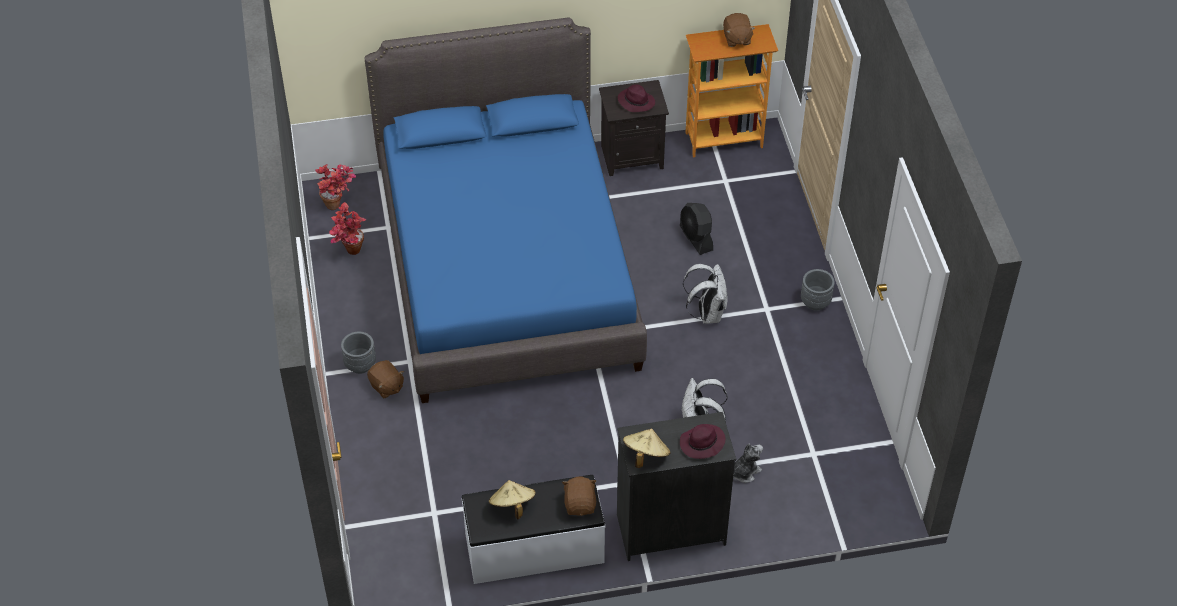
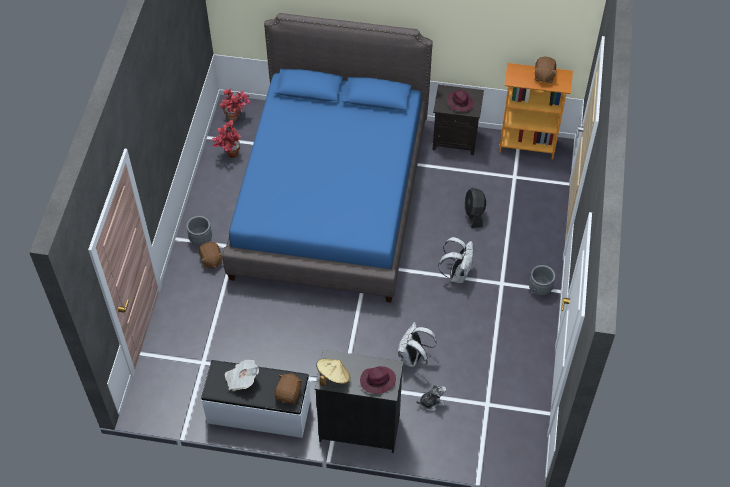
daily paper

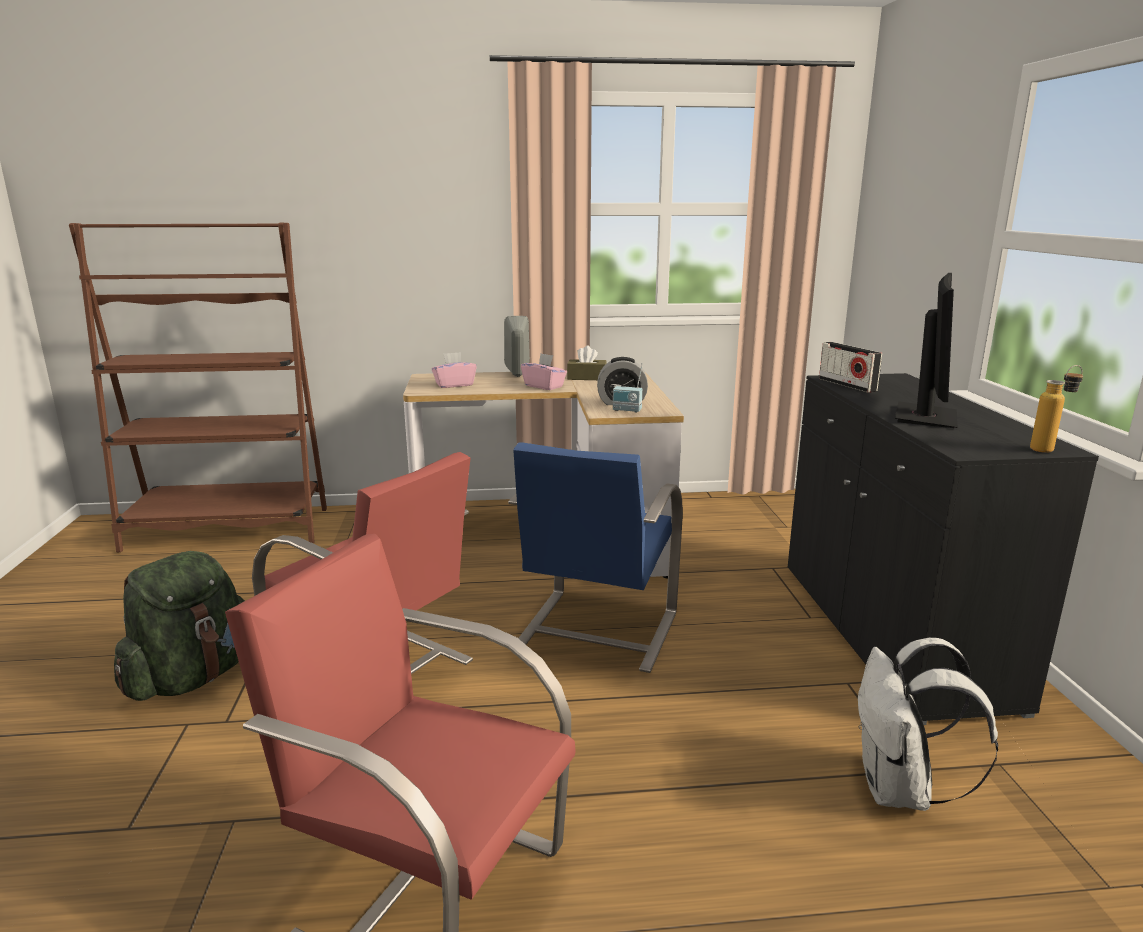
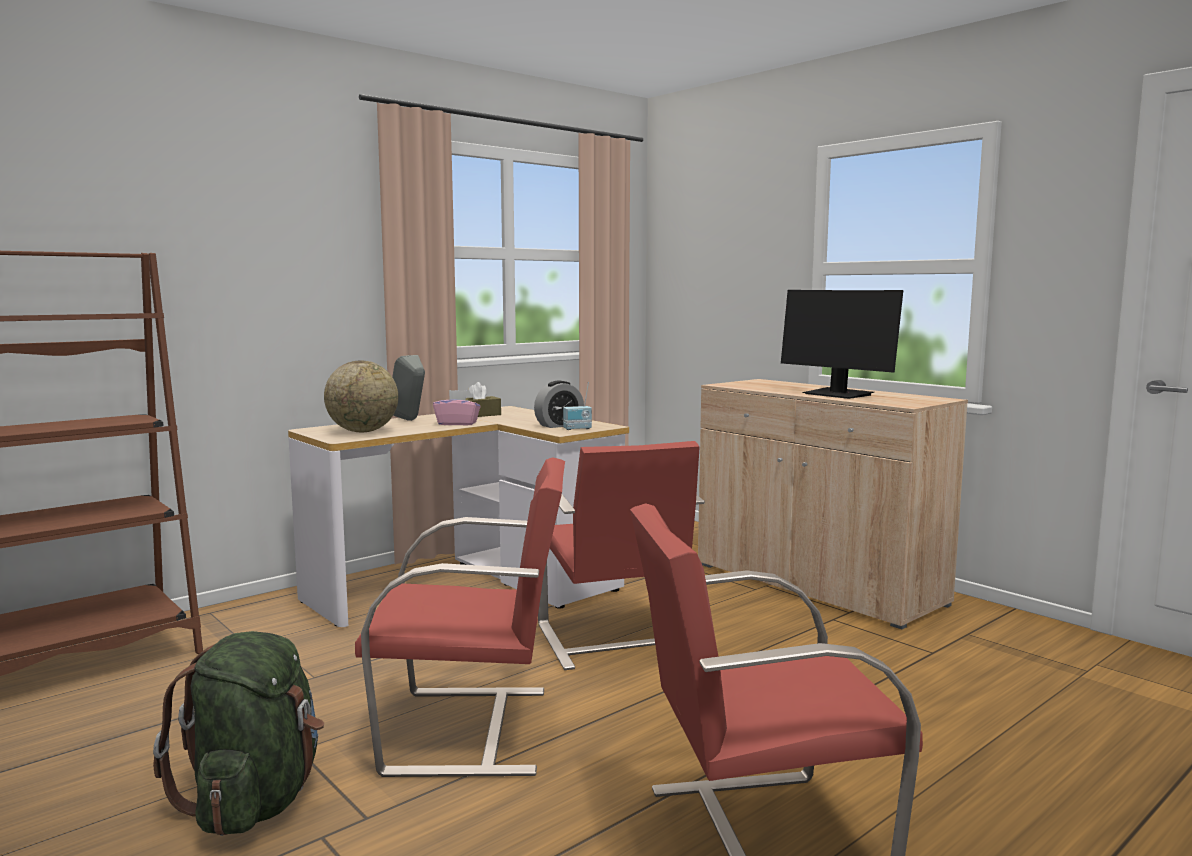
monitor
radio set (2nd from left in the first image)
desk globe
bottle
cupboard (beige-coloured)
chair (reddish) (2nd from left)
backpack (white)

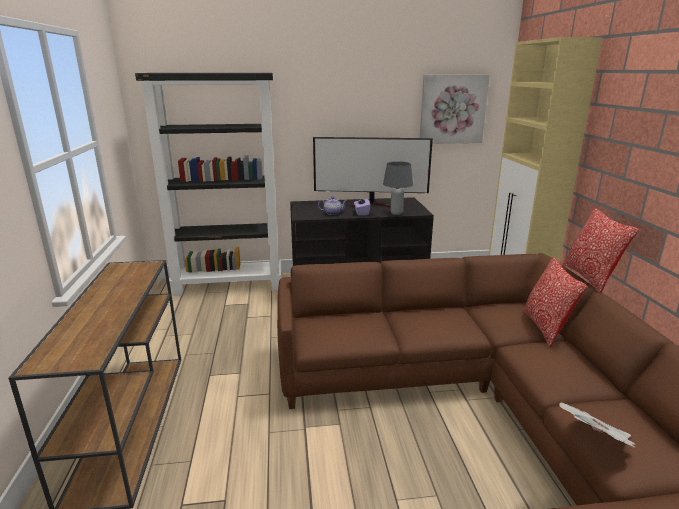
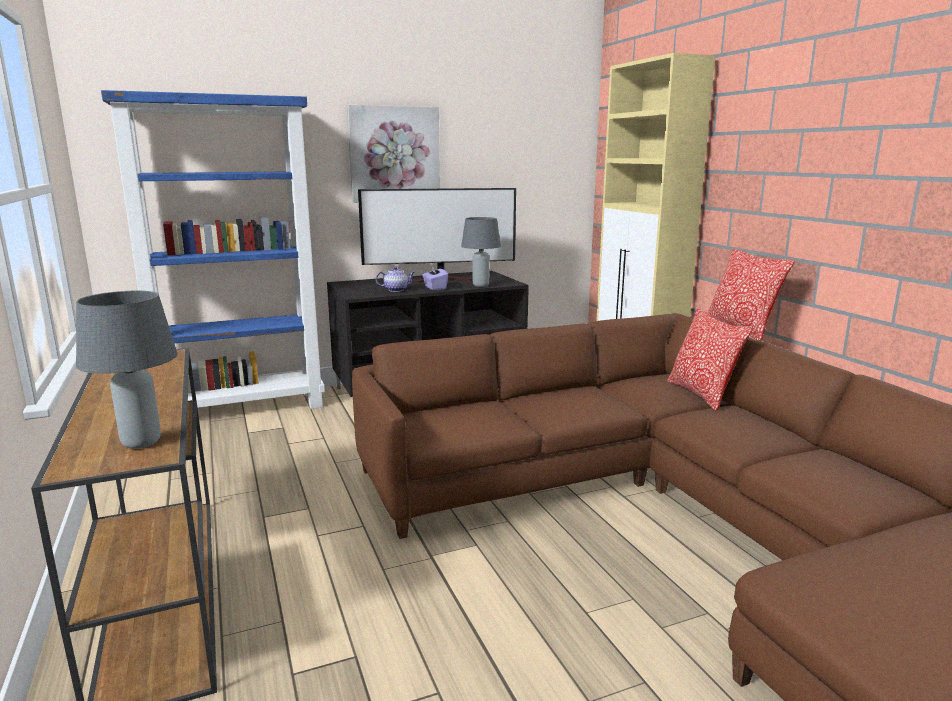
bookshelf (blue-coloured)
picture
daily paper
tabletop lamp (grey) (1st from left)

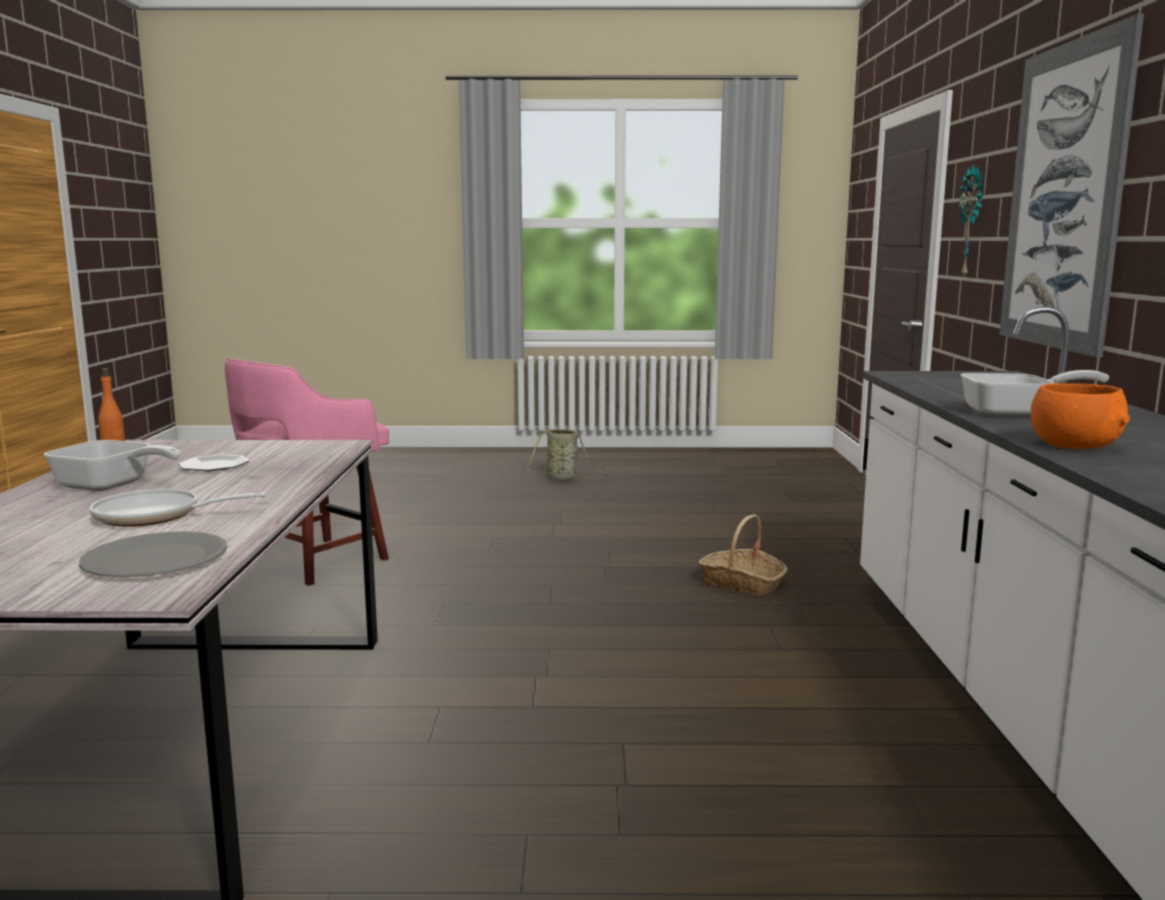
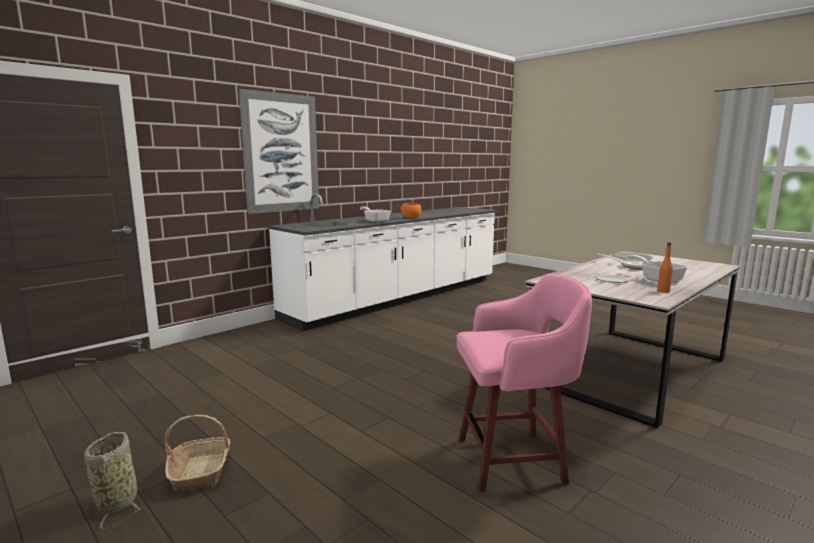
wall clock
household basket (2nd from left)

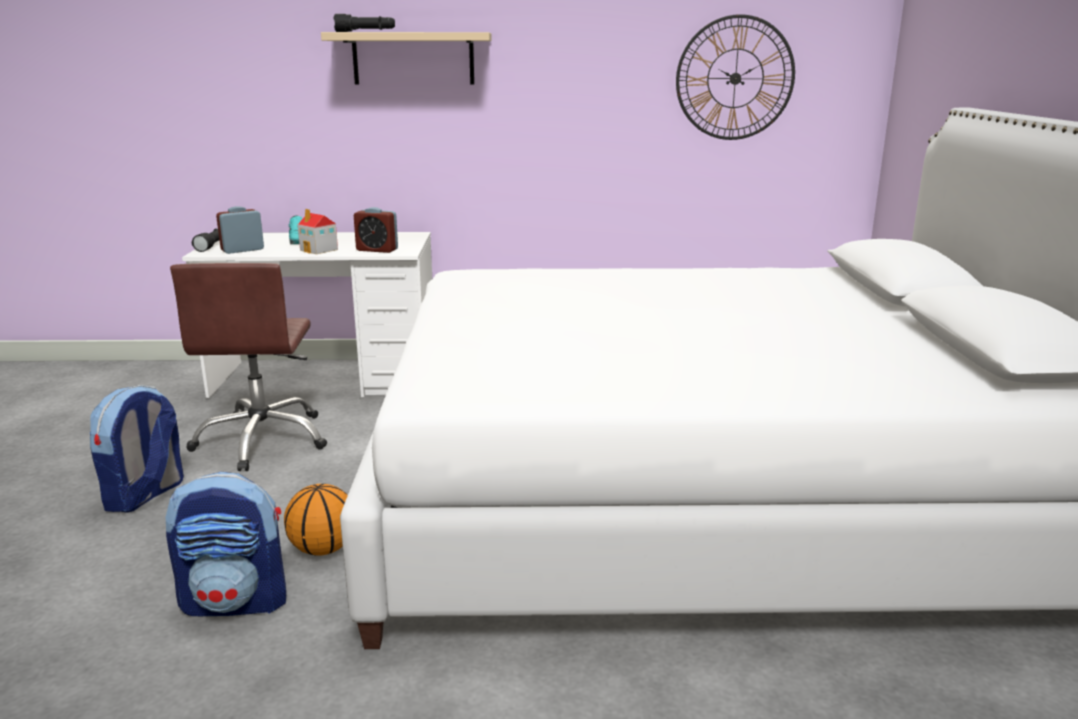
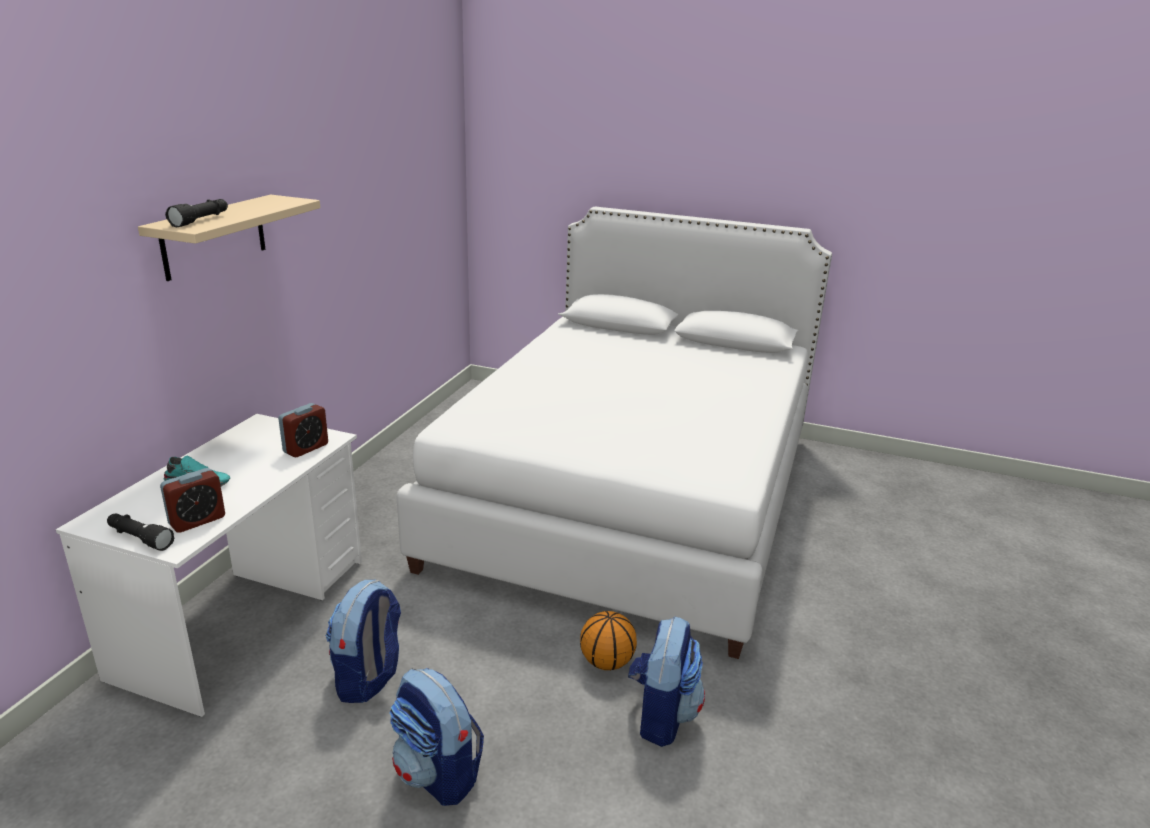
wall clock
bedside clock (1st from left)
toy house
backpack (1st from left)

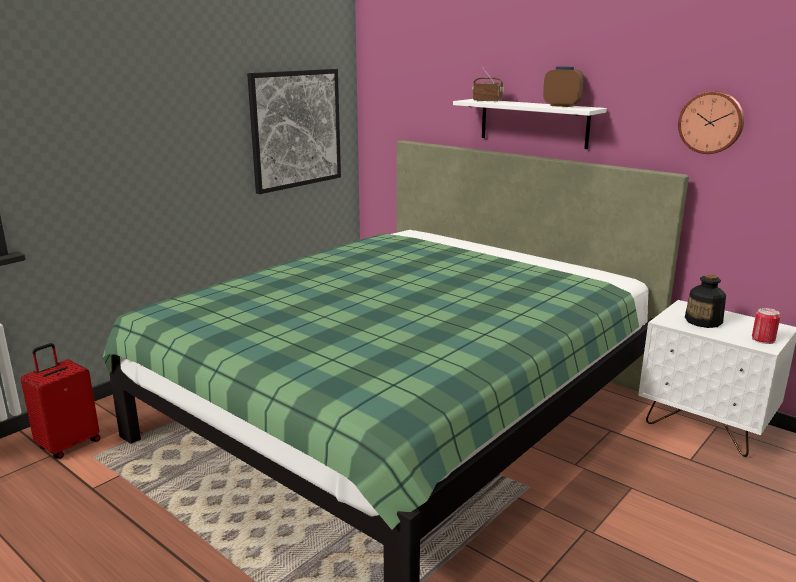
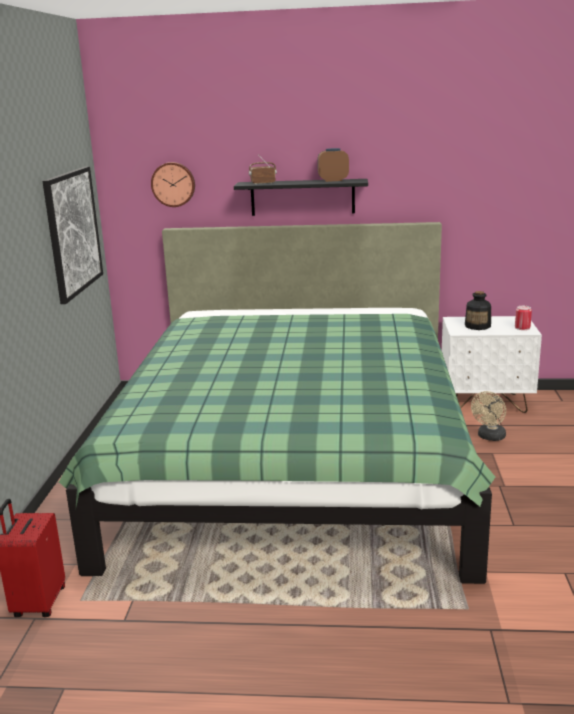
wall clock
wall shelf (blackish)
fan (beige-coloured)

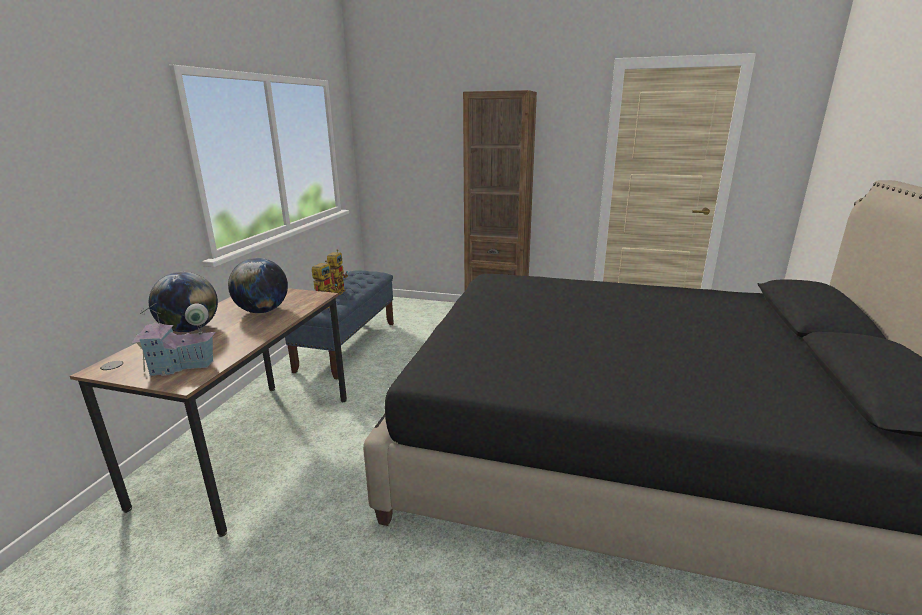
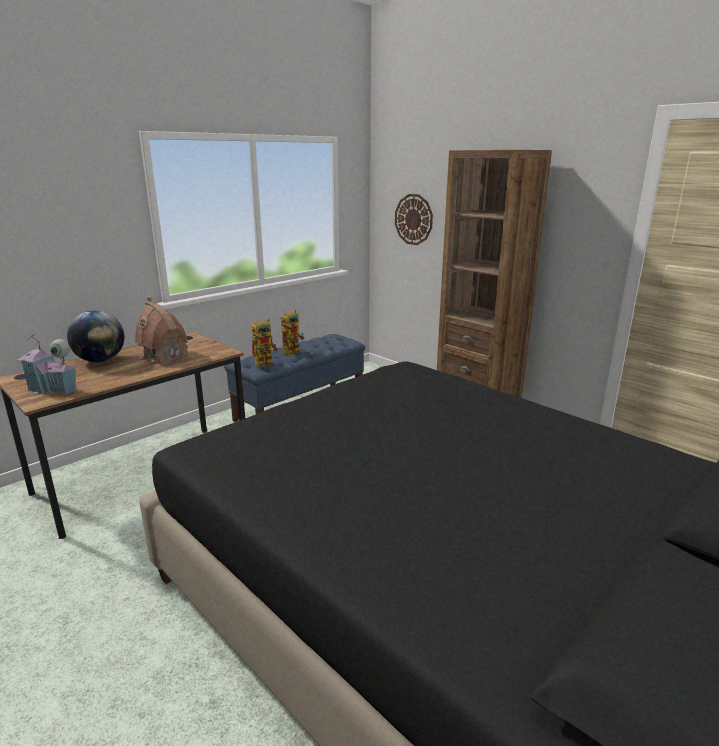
toy house (2nd from left)
wall clock

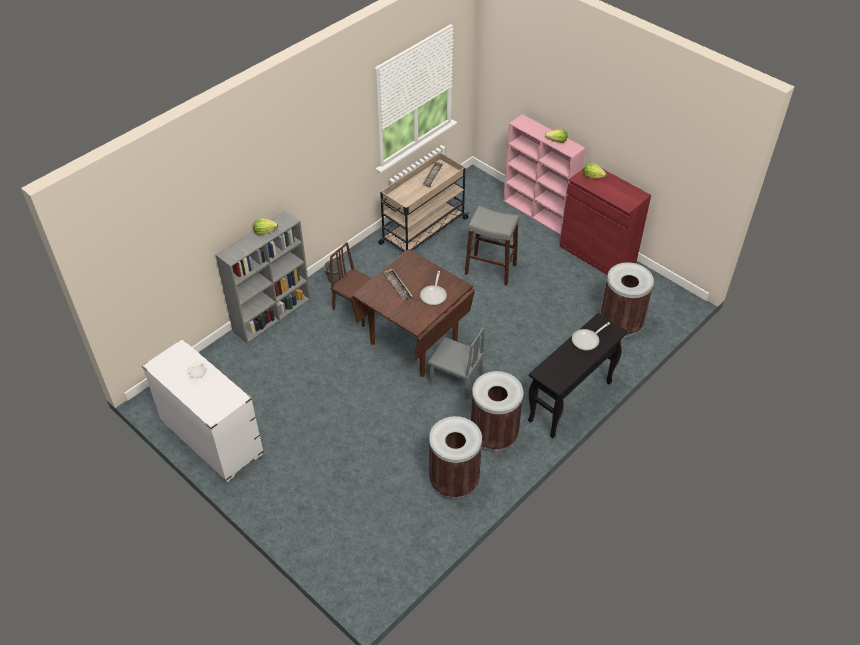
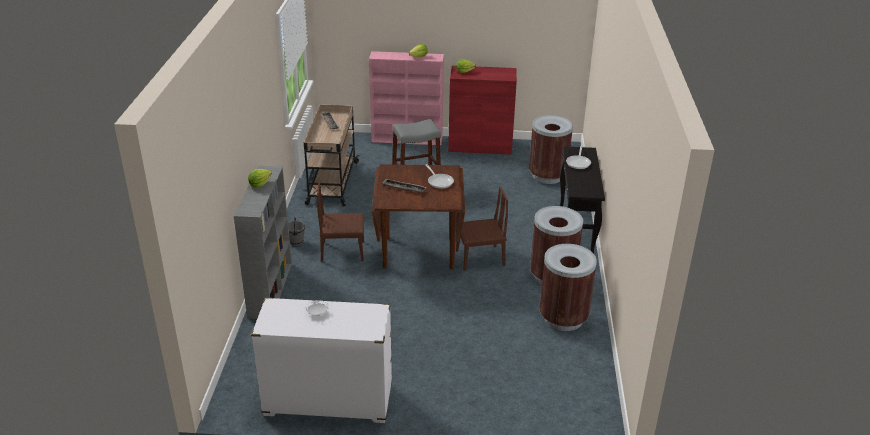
chair (brown) (2nd from left)

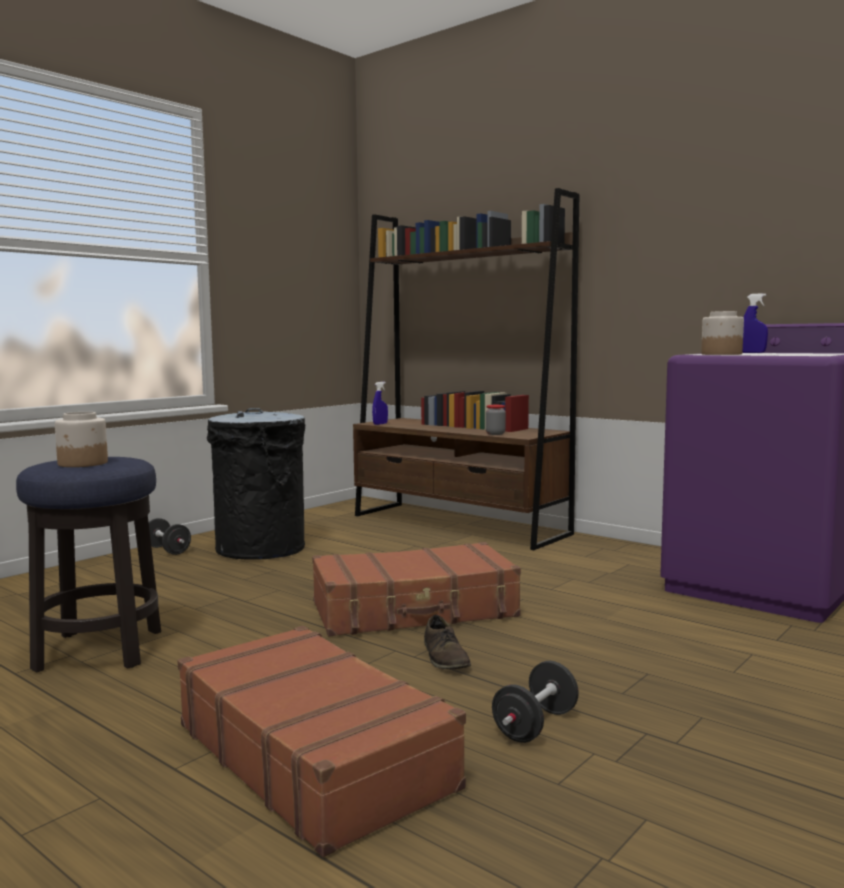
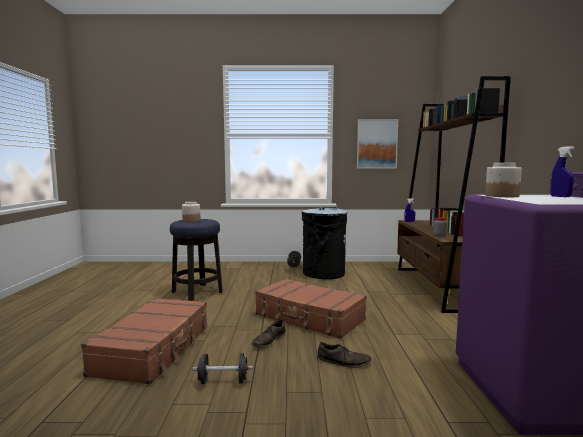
picture
shoe (brown) (2nd from left)

